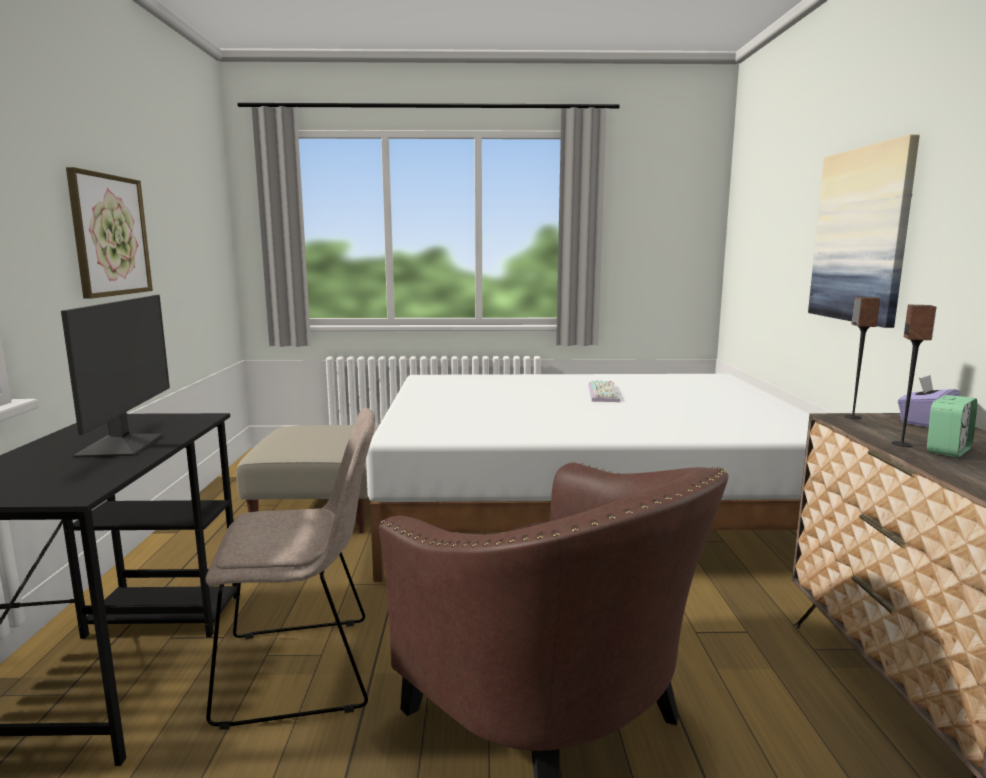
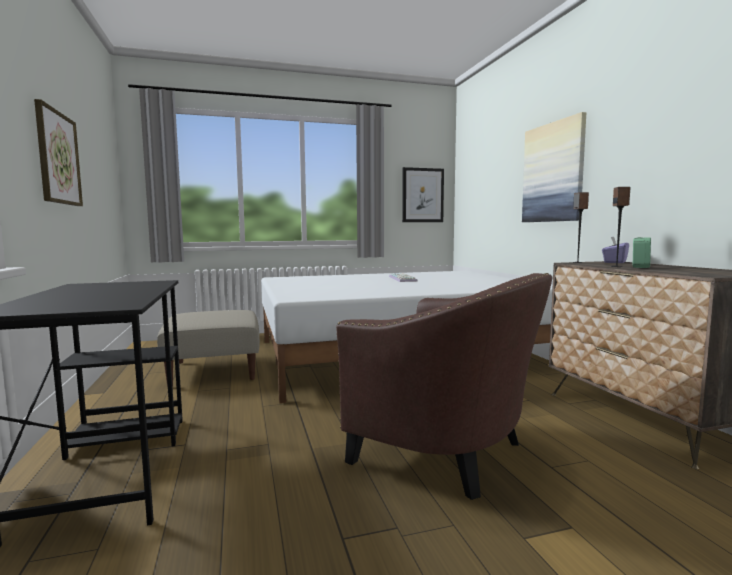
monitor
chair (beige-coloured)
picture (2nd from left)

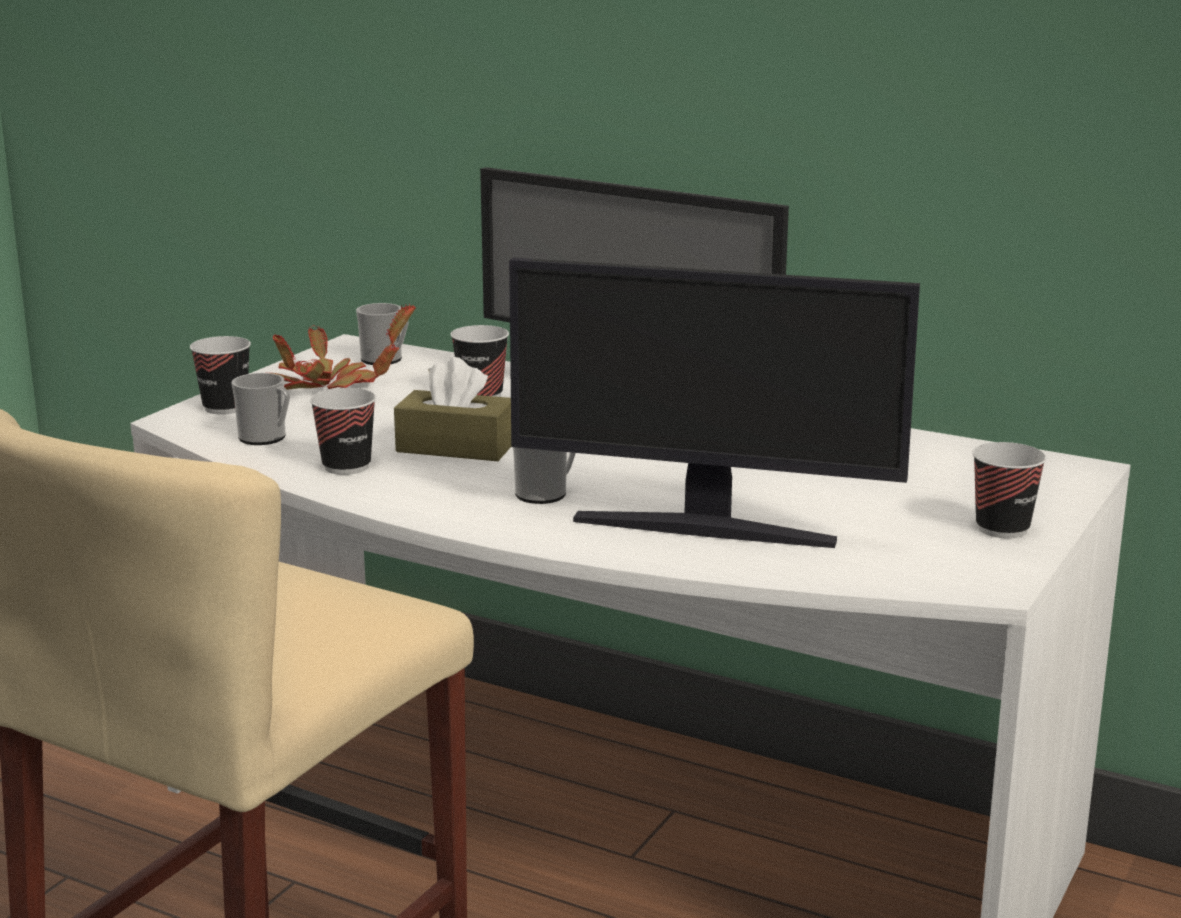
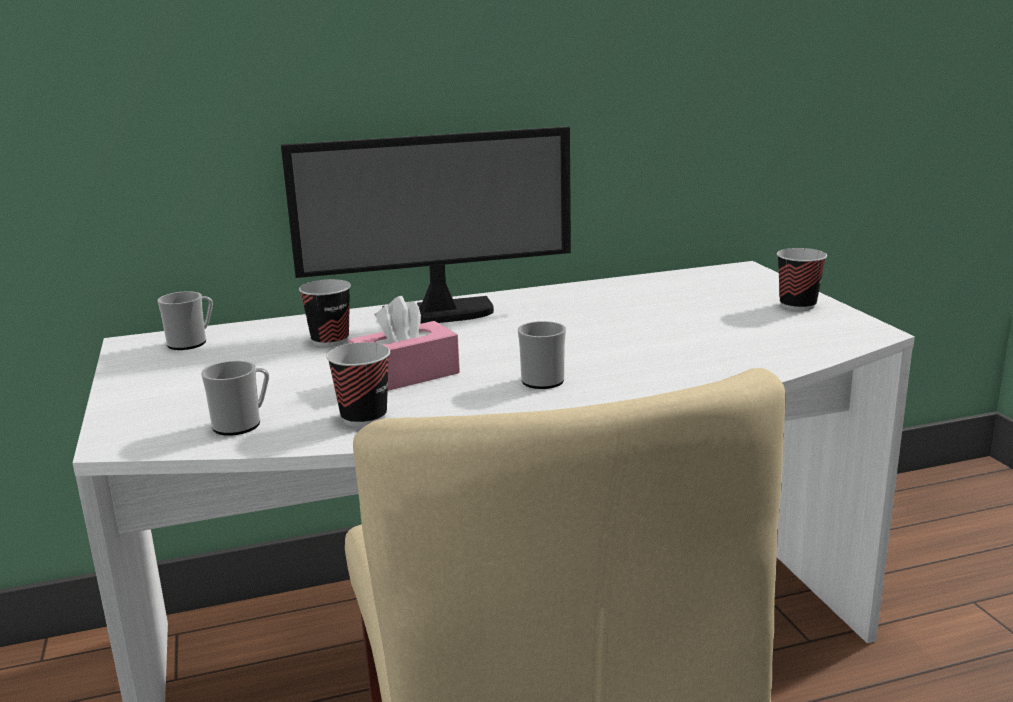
monitor (2nd from left in the first image)
houseplant
drinking cup (1st from left in the first image)
box of tissues (pink)

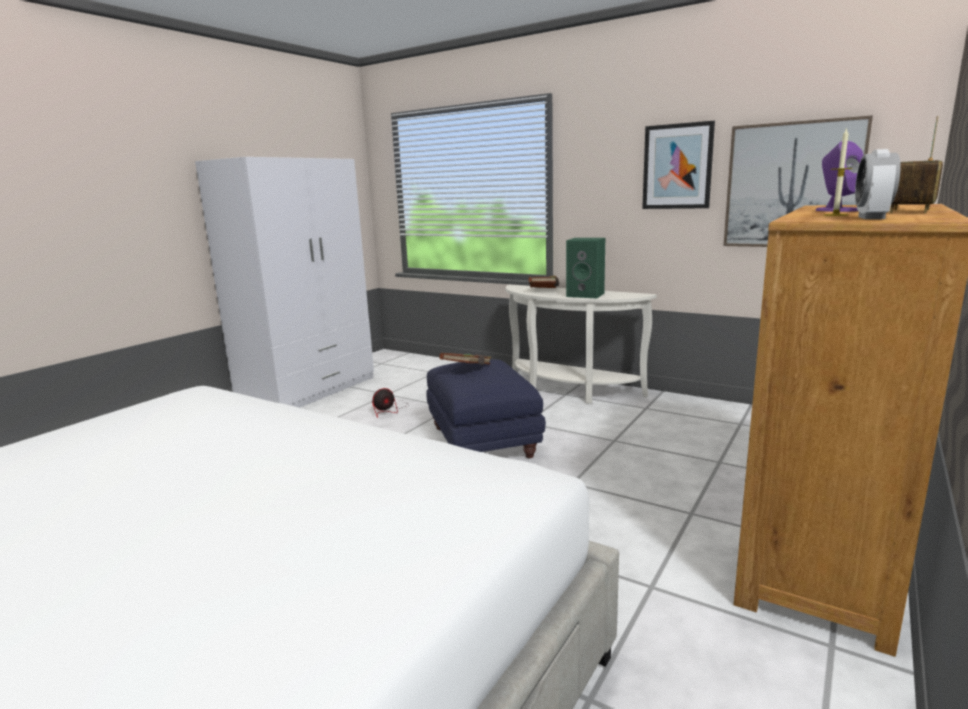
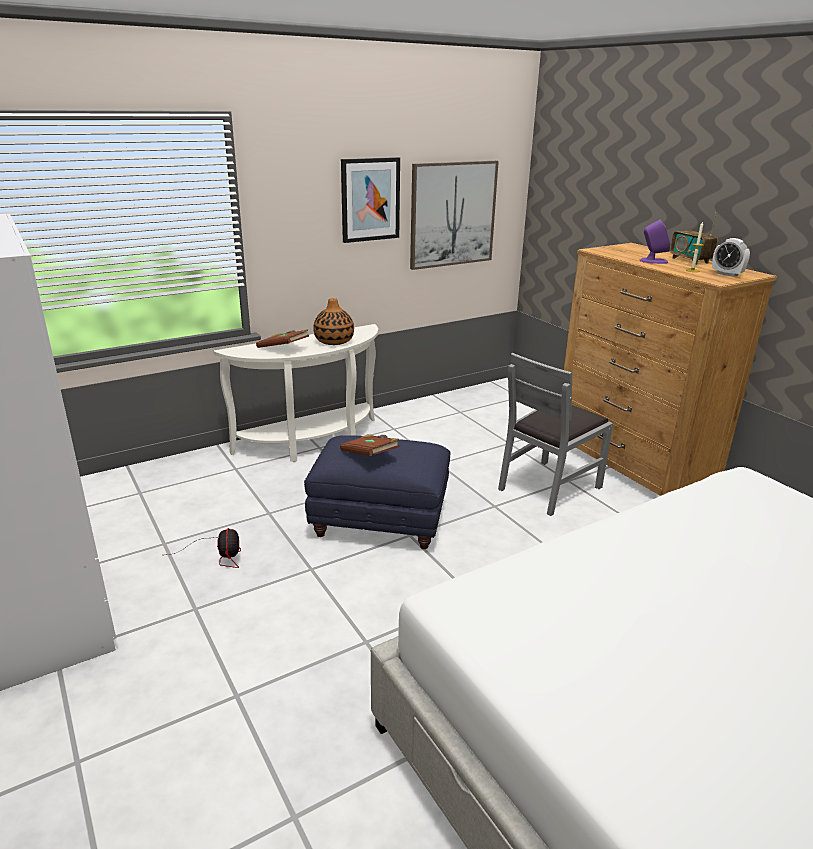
decorative vase
chair (grey)

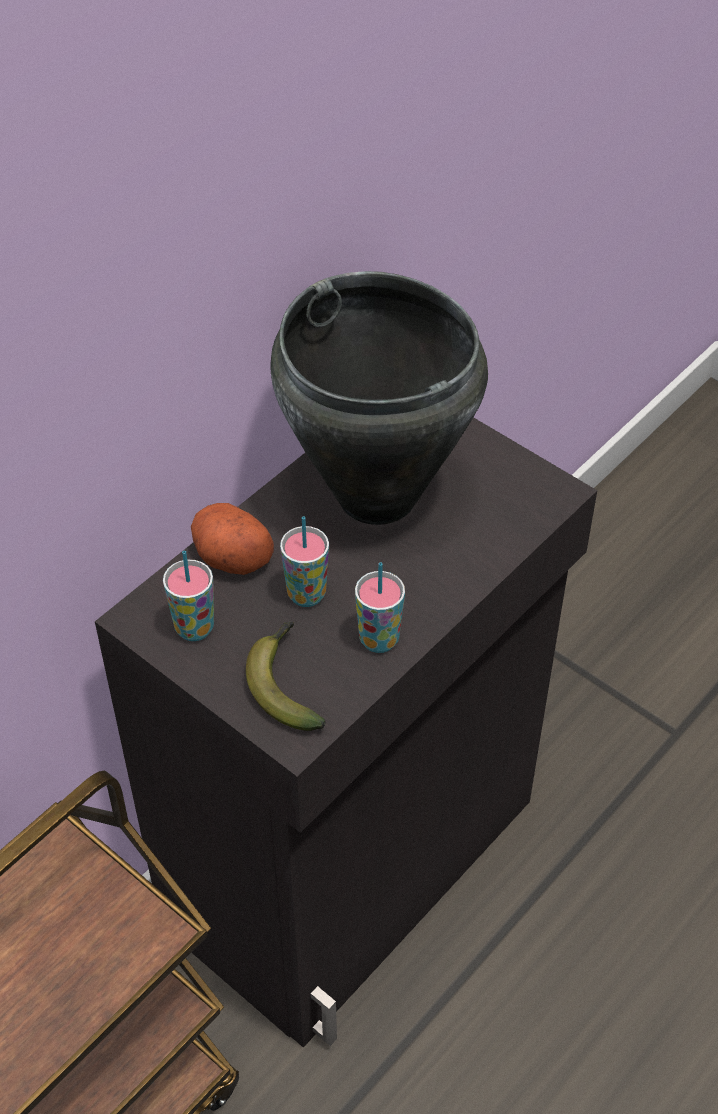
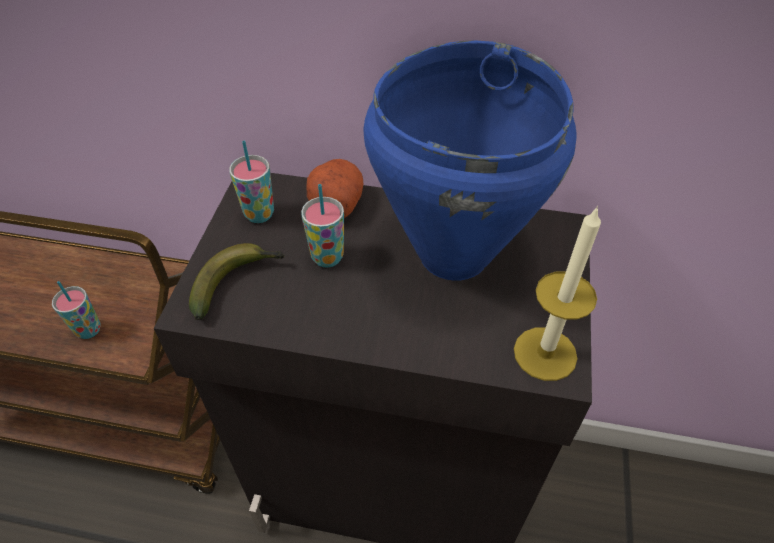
stockpot (blue-coloured)
drinking cup (1st from left)
candle

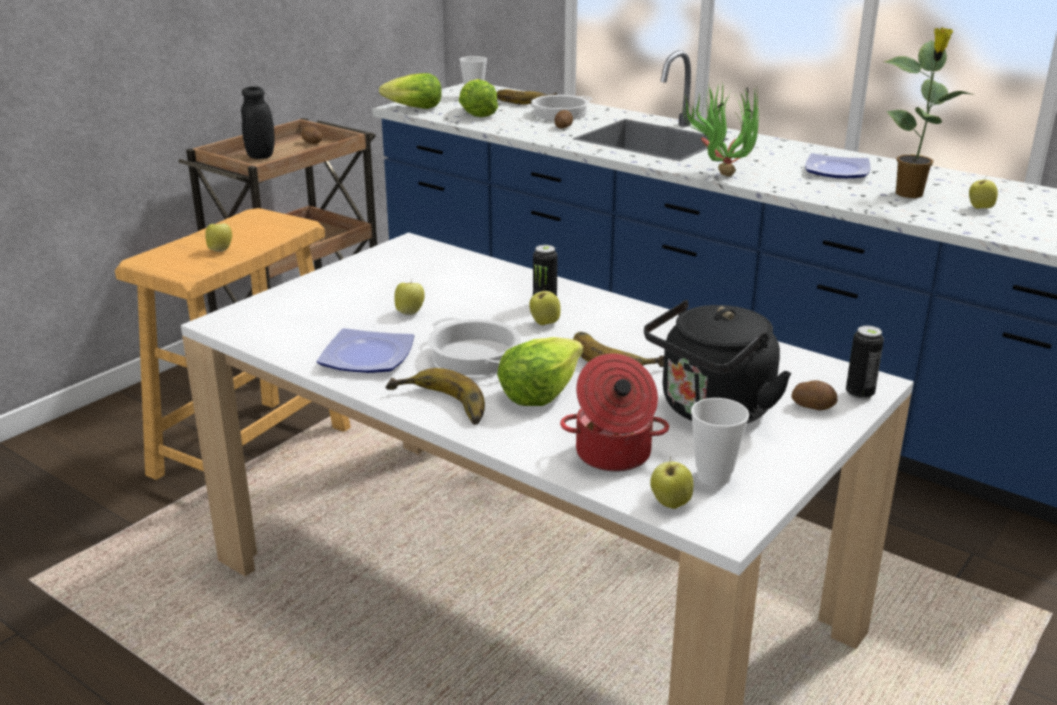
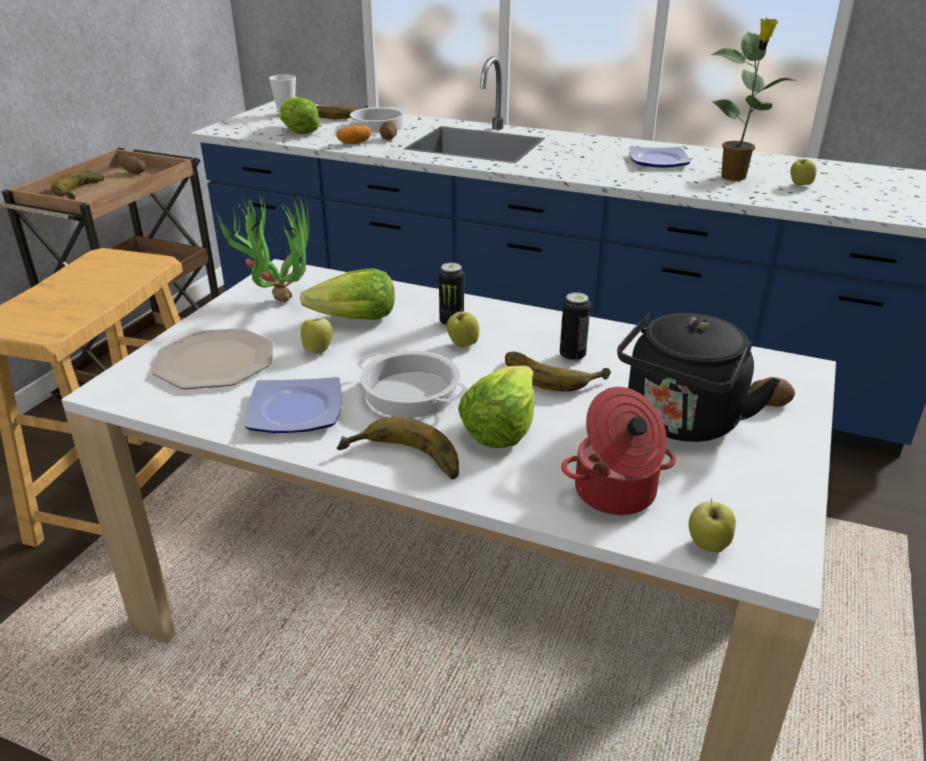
head of lettuce (2nd from left)
houseplant (1st from left)
banana (1st from left)
apple fruit (1st from left in the first image)
sealed can (2nd from left)
drinking cup (2nd from left in the first image)
potato (2nd from left)
flat dish (1st from left)

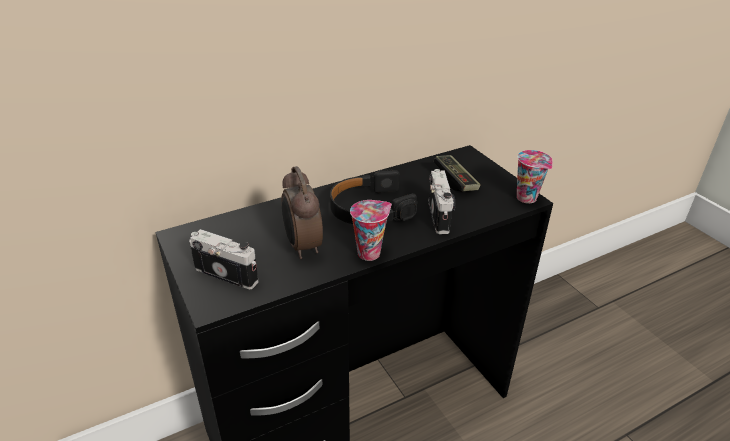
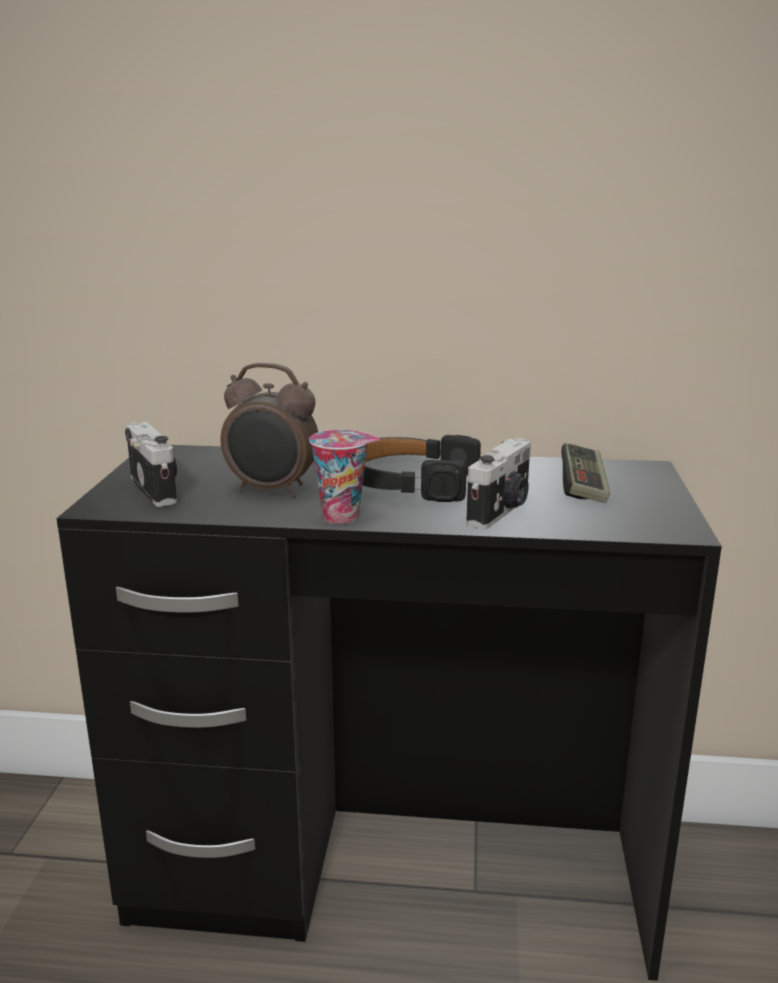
drinking cup (2nd from left in the first image)
bedside clock

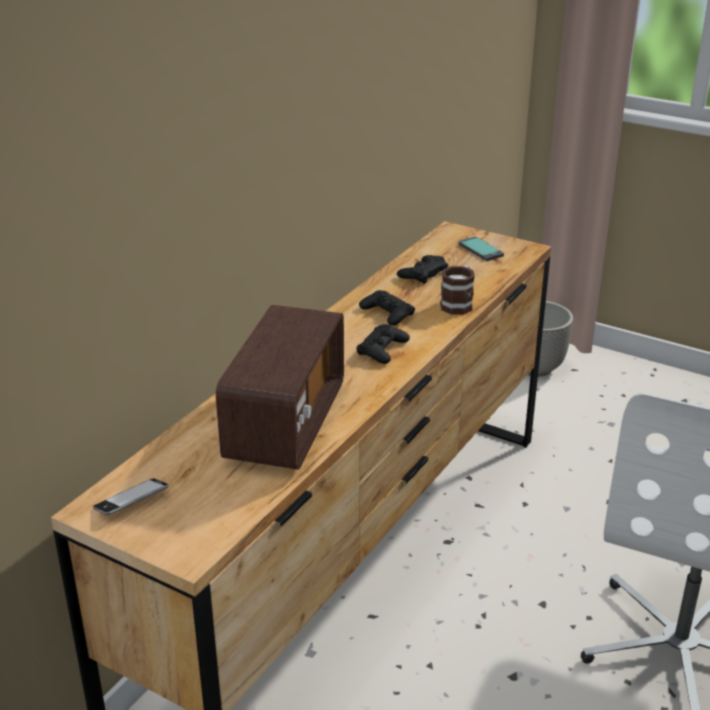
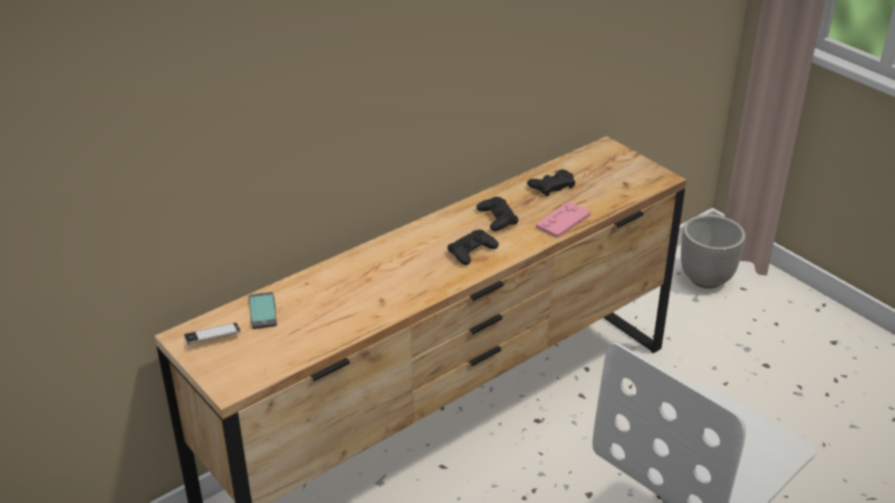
handset (2nd from left)
game controller (pink)
radio set

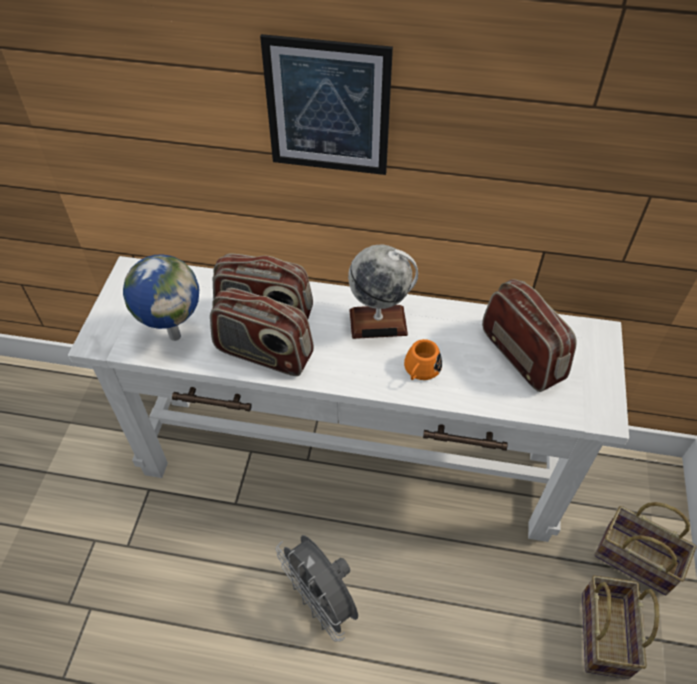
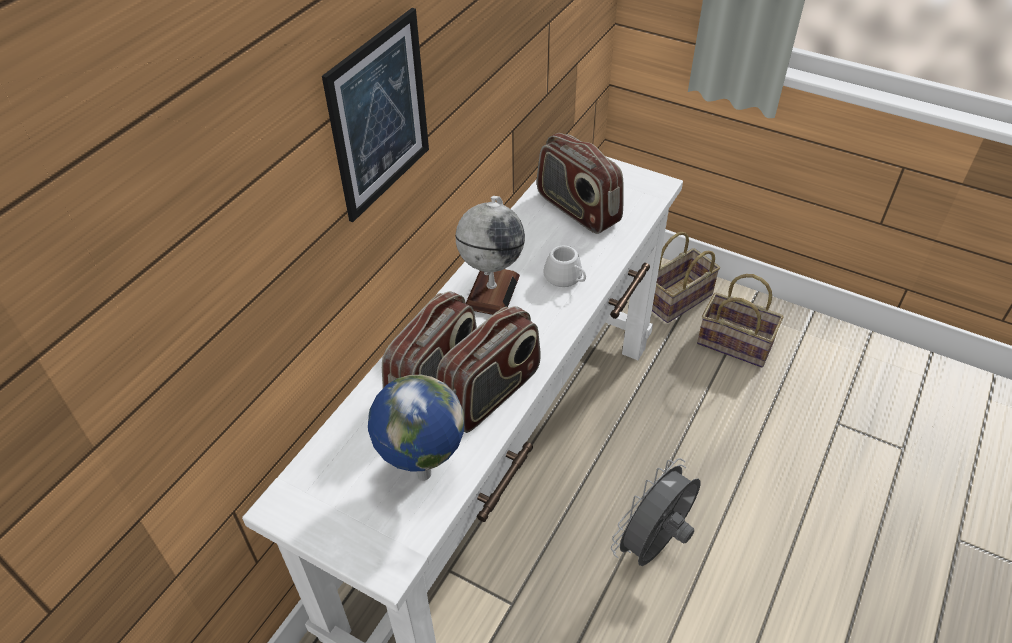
radio set (3rd from left)
coffee mug (white)
fan (grey)

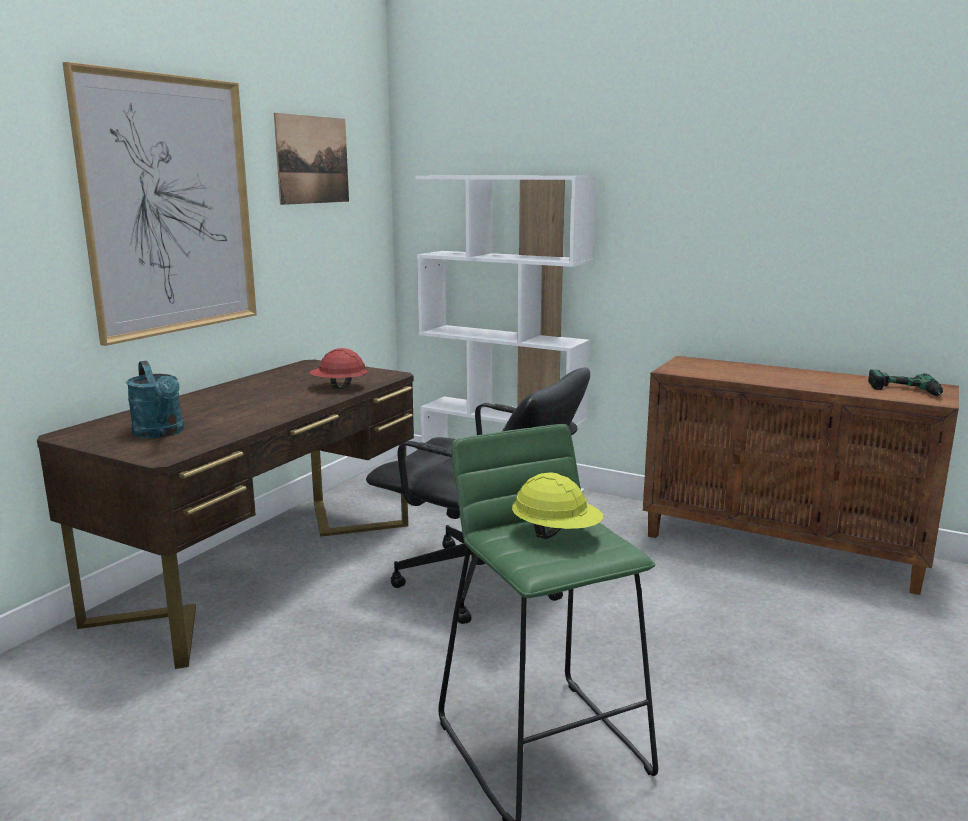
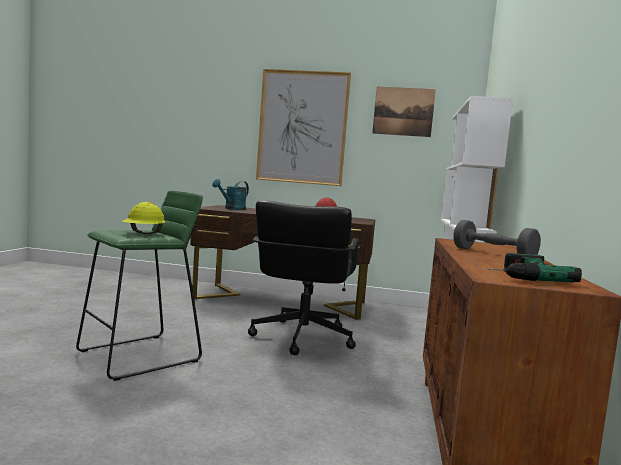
dumbbell (grey)

